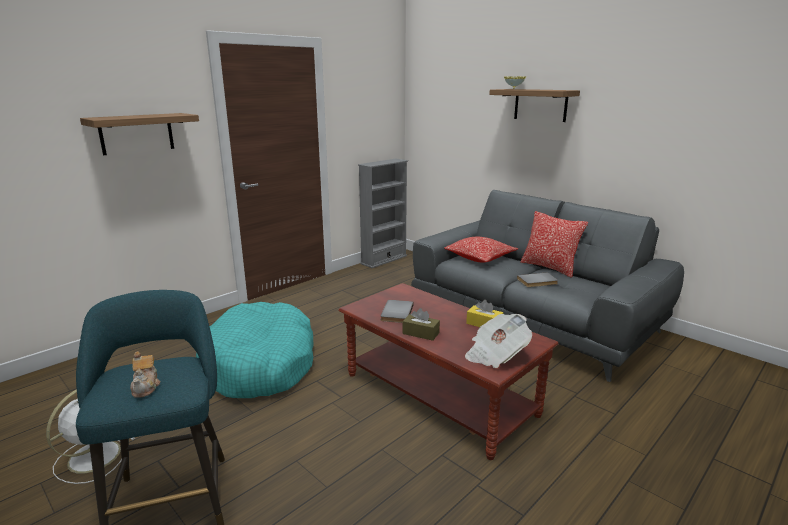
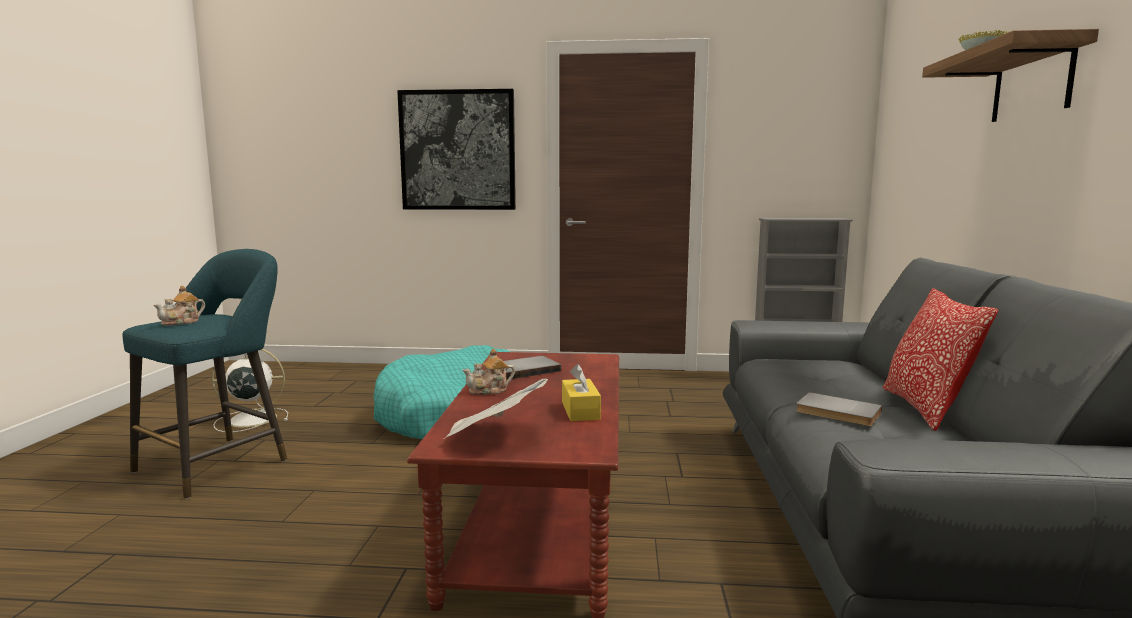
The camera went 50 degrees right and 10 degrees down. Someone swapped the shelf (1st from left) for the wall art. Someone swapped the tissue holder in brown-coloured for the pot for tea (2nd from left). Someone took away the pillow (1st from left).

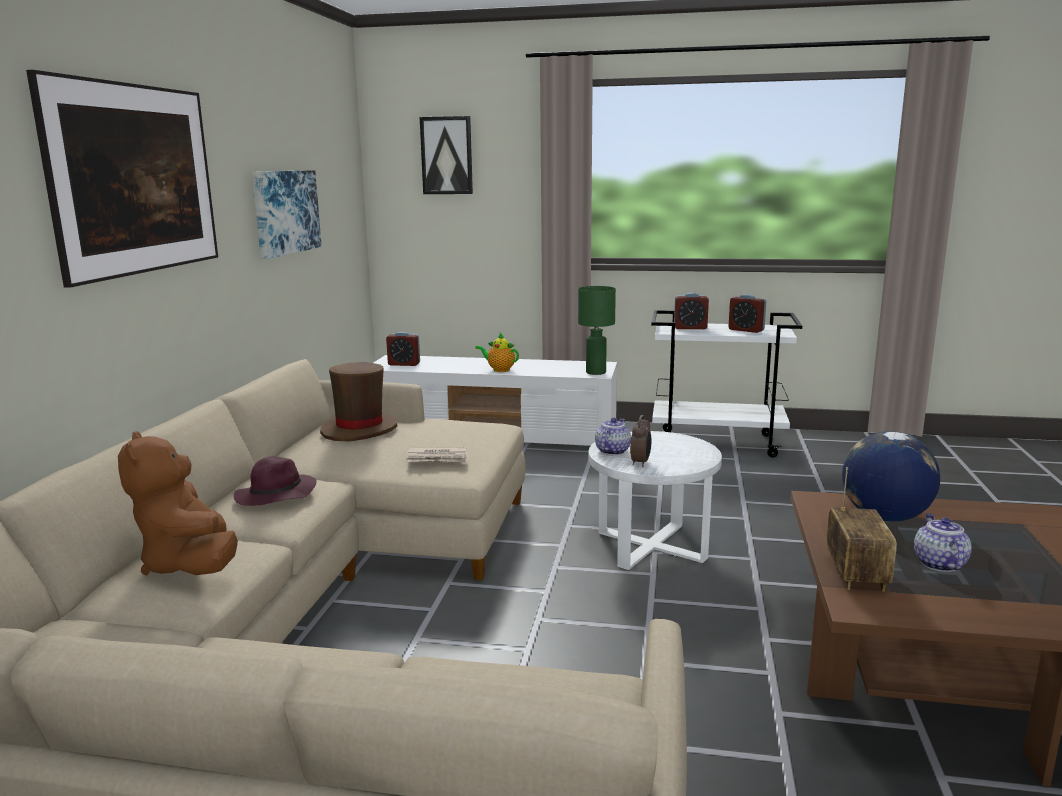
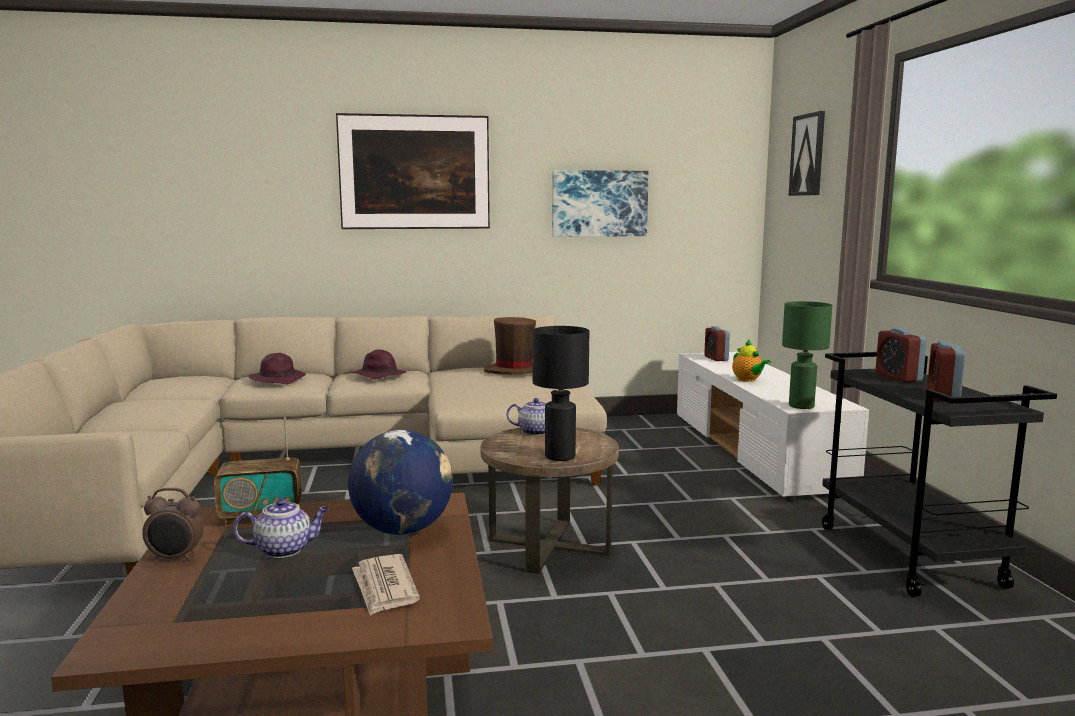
The camera went 70 degrees right and 5 degrees down. Someone carried the bedside clock (2nd from left in the first image). Someone swapped the plush toy in brown-coloured for the wearable hat in purplish (1st from left). Someone carried the newspaper. Someone repainted the side table in whitish, which became the side table in brown-coloured. Someone put down the table lamp in black-coloured. Someone rotated the pot for tea (1st from left in the first image) by 150 degrees clockwise. Someone repainted the cart in whitish, which became the cart in black-coloured.

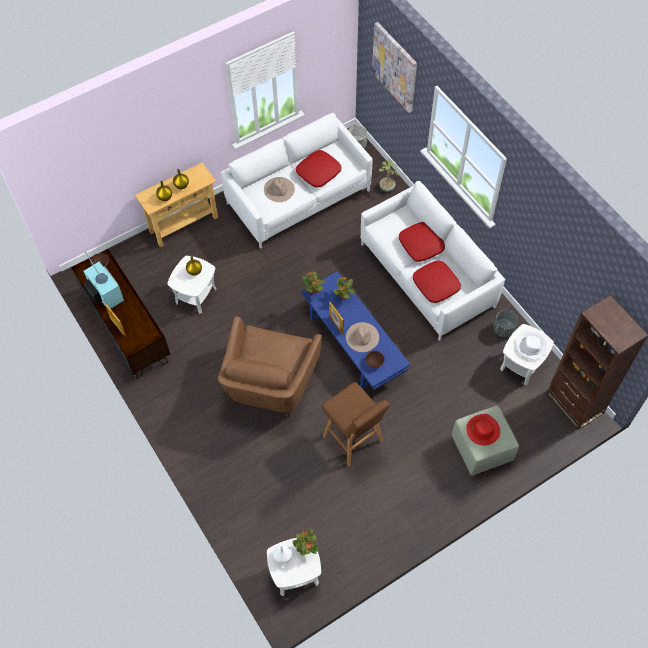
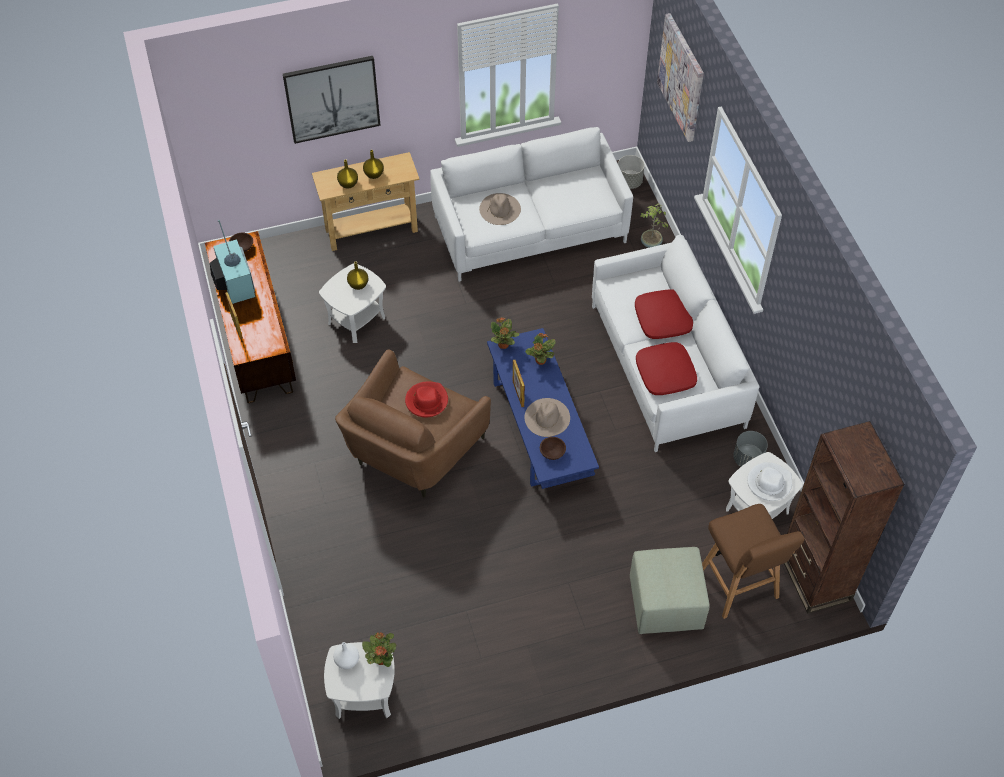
The camera went 15 degrees right and 5 degrees down. Someone put up the wall art (1st from left). Someone carried the wearable hat in red-coloured. Someone carried the sitting stool in brown-coloured. Someone took away the pillow in red-coloured (1st from left).

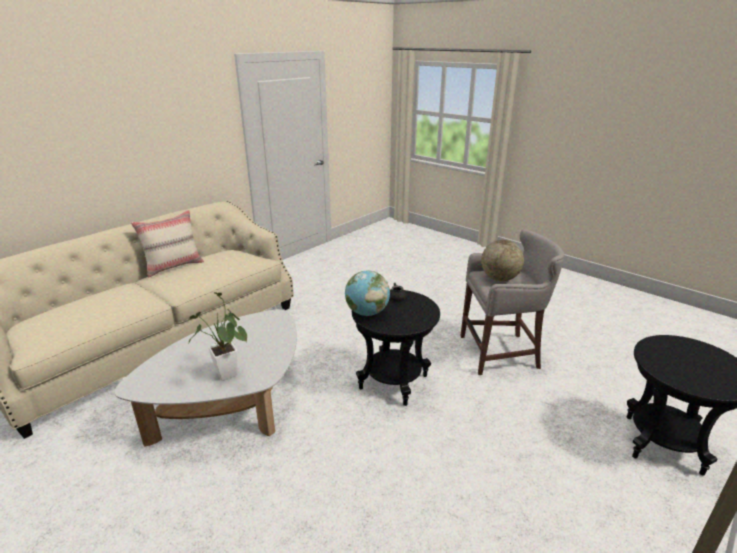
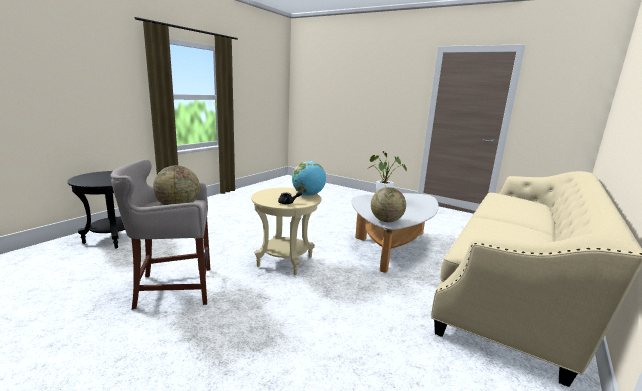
The camera went 170 degrees right and 10 degrees down. Someone repainted the side table in black-coloured (1st from left), which became the side table in sand-coloured. Someone put down the globe (3rd from left). Someone took away the pillow in sand-coloured.

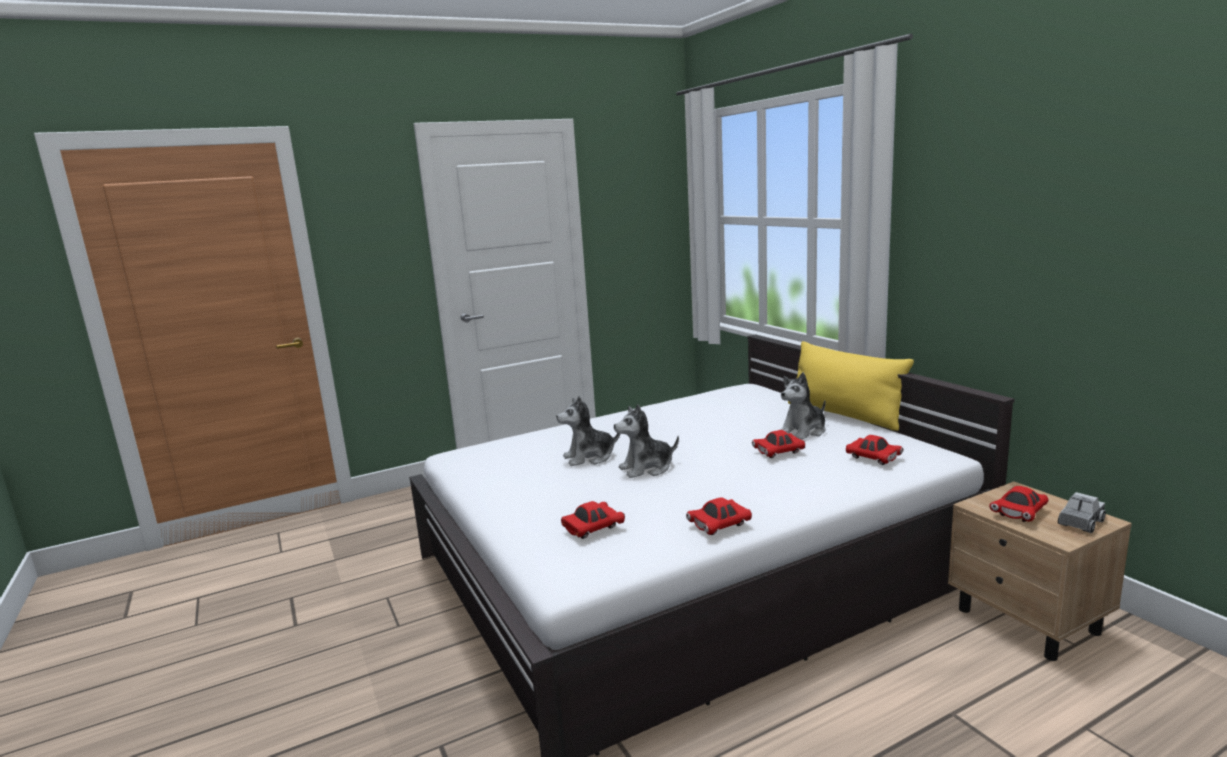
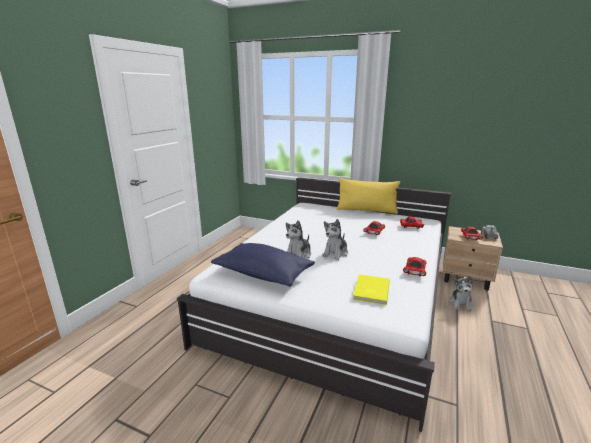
The camera went 40 degrees left and 5 degrees up. Someone put down the pillow in blue. Someone swapped the model car in red-coloured (1st from left) for the bound book in yellow. Someone carried the plush toy (3rd from left).

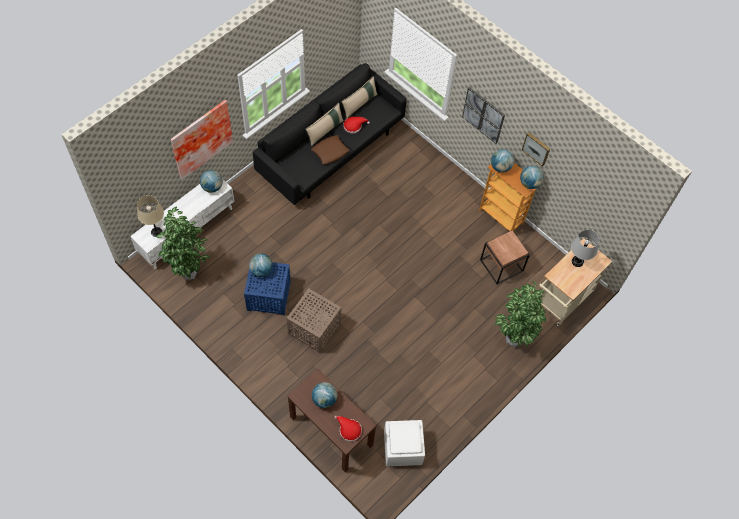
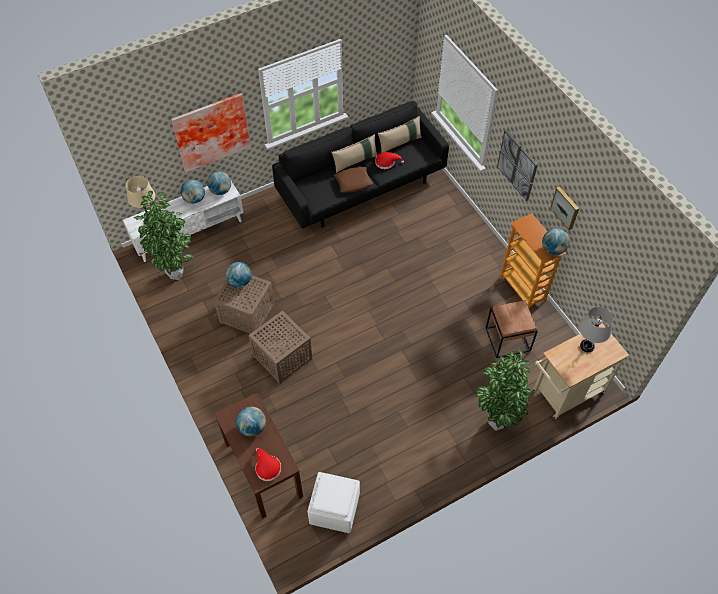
The camera went 20 degrees right and 5 degrees down. Someone carried the globe (4th from left in the first image). Someone repainted the side table in blue, which became the side table in brown-coloured (1st from left).

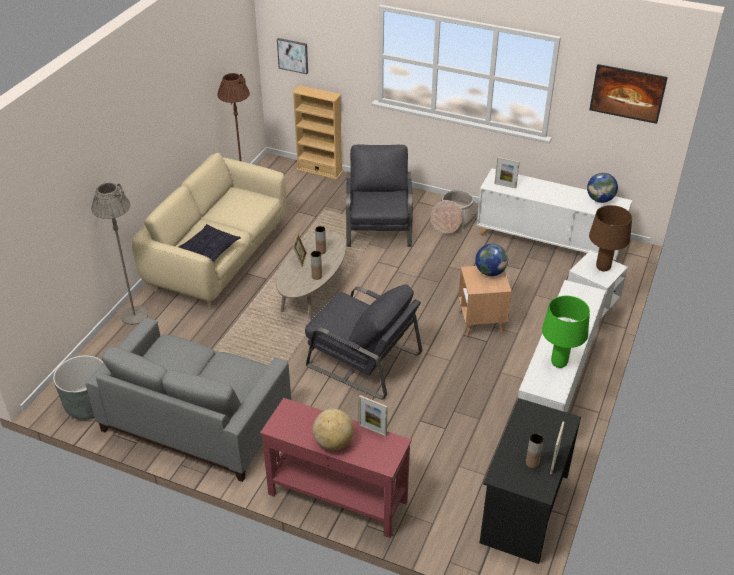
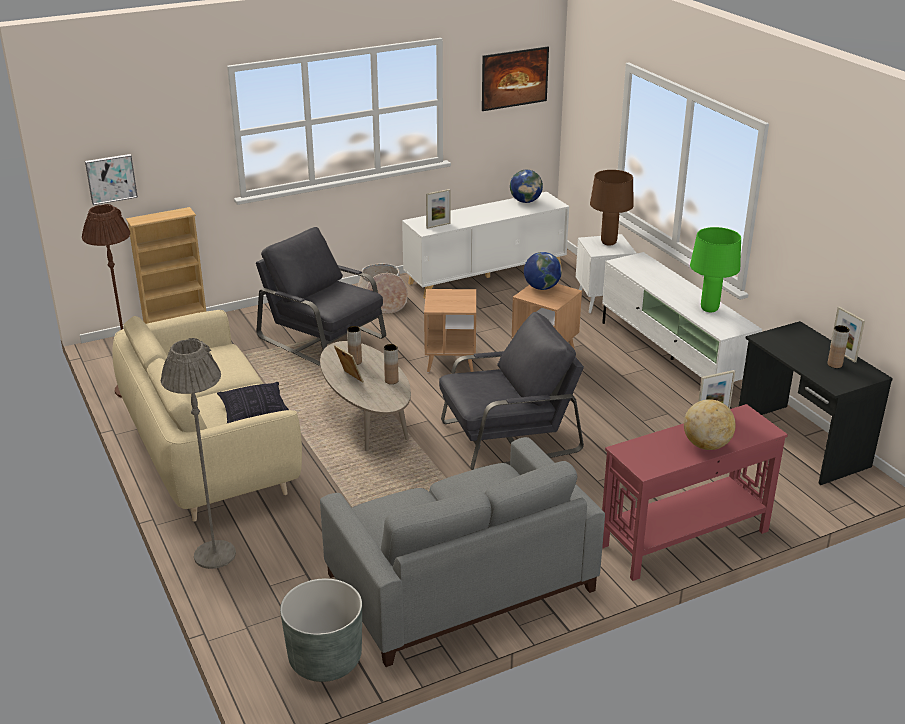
The camera went 50 degrees left and 10 degrees down. Someone put down the side table in brown-coloured (1st from left).

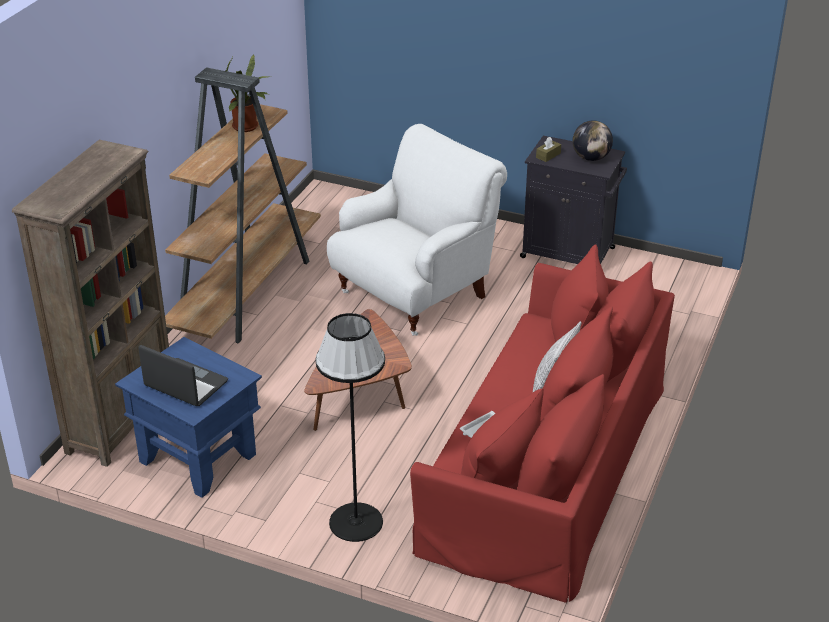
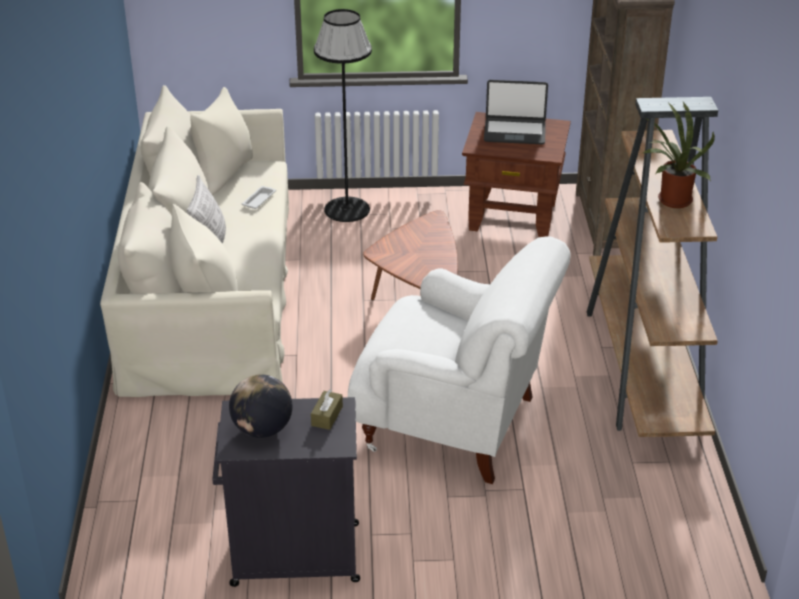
The camera went 155 degrees right and 0 degrees up. Someone repainted the settee in red-coloured, which became the settee in sand-coloured. Someone rotated the armchair in whitish by 90 degrees counterclockwise. Someone repainted the side table in blue, which became the side table in brown-coloured.

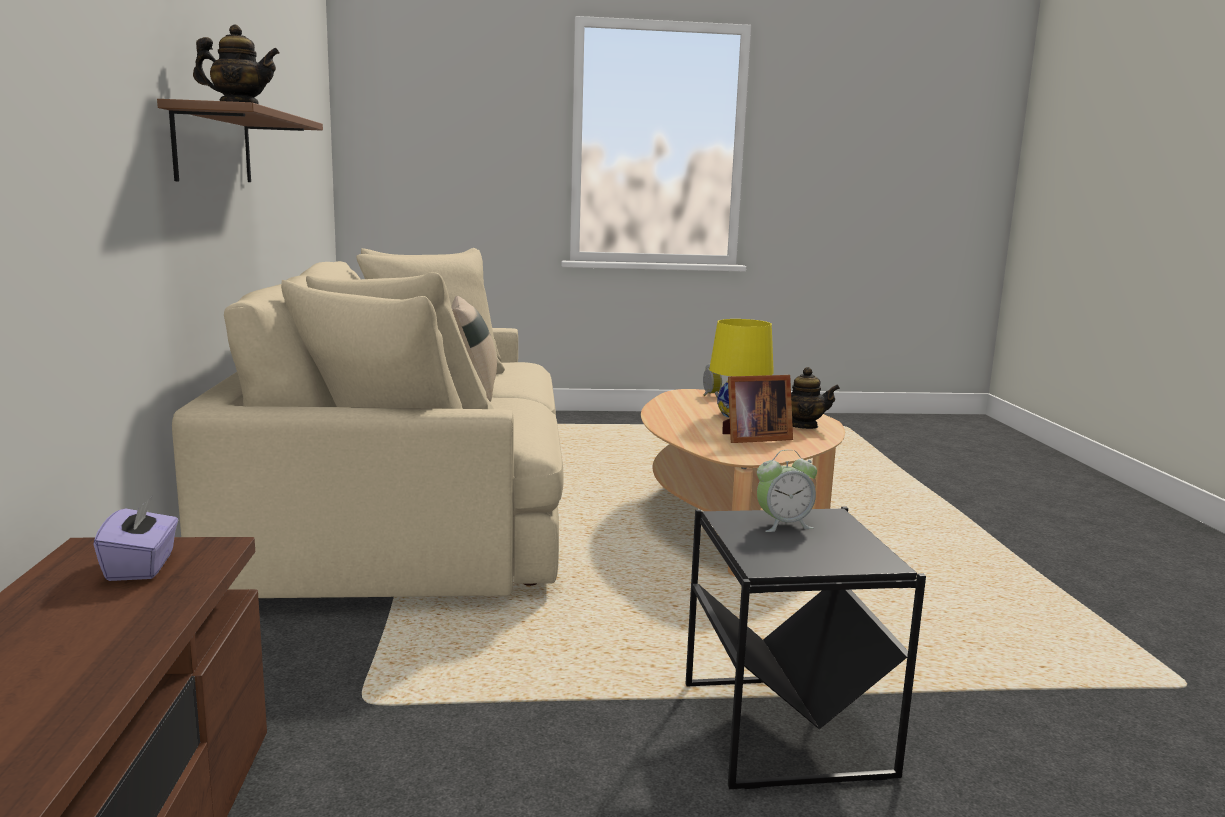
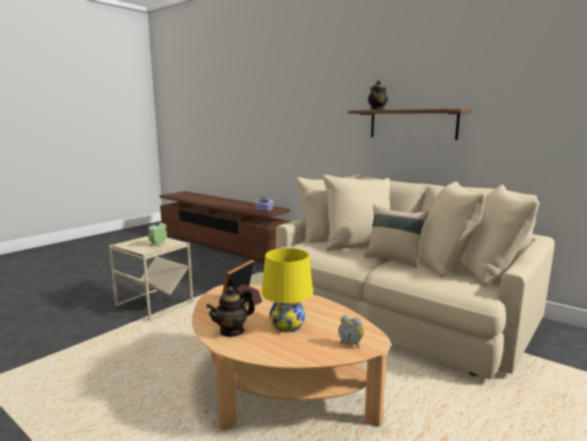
The camera went 135 degrees right and 0 degrees up. Someone repainted the side table in black-coloured, which became the side table in sand-coloured.

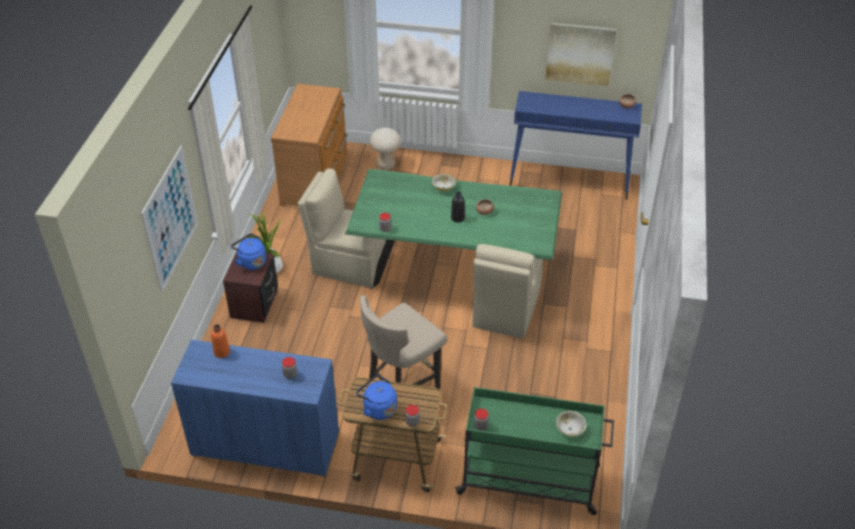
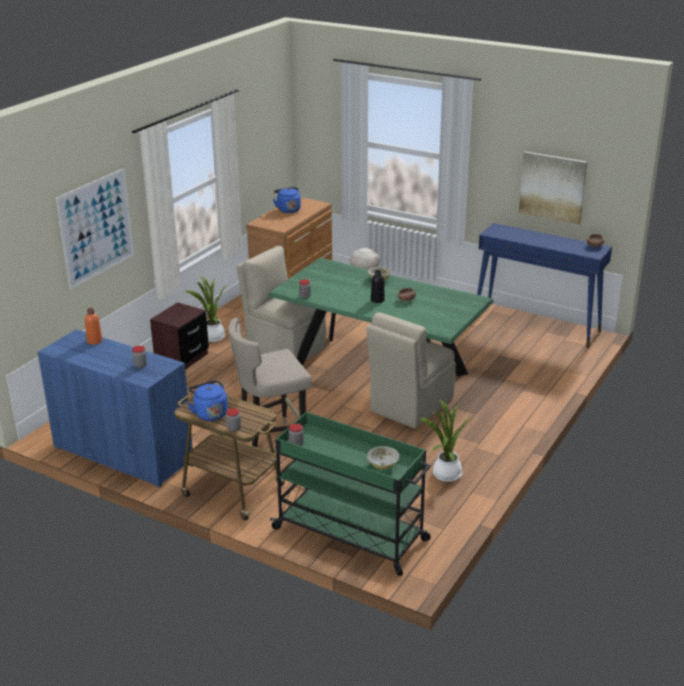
The camera went 20 degrees right and 15 degrees down. Someone carried the water kettle in blue (1st from left in the first image). Someone put down the houseplant (2nd from left).

